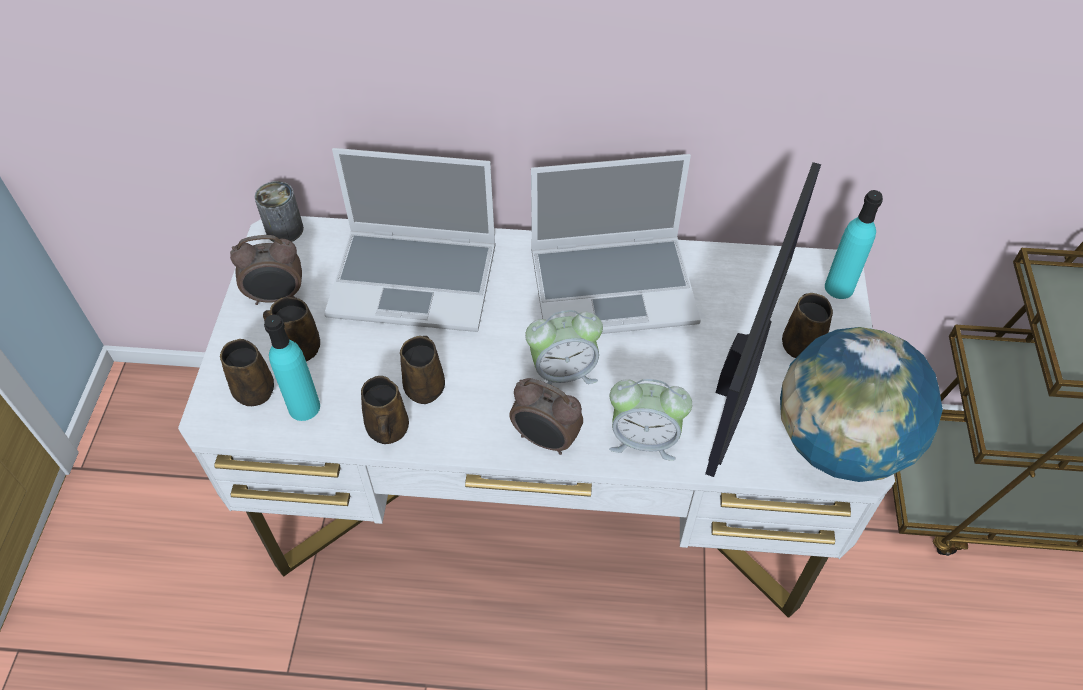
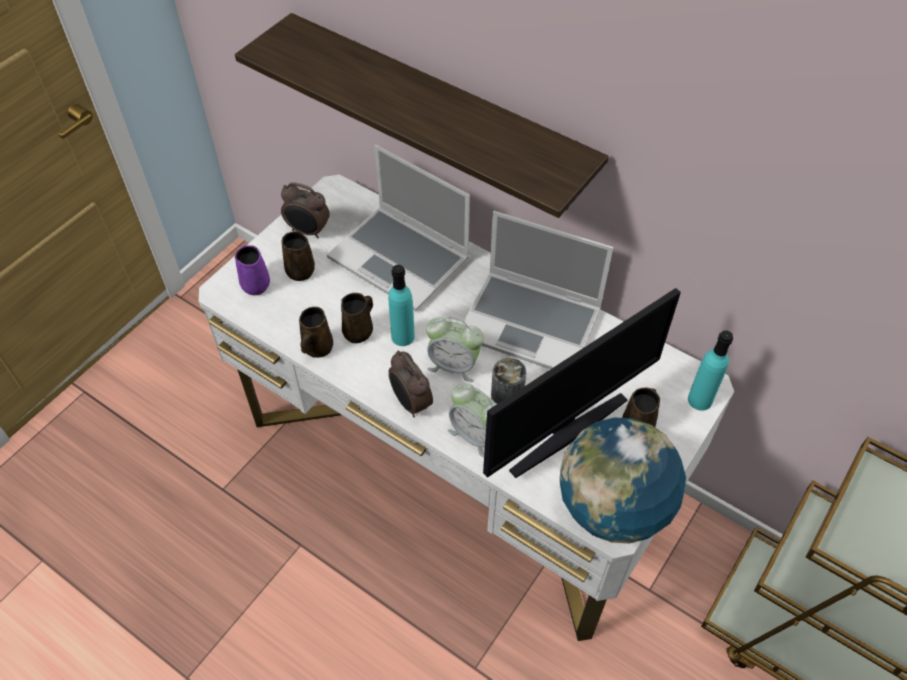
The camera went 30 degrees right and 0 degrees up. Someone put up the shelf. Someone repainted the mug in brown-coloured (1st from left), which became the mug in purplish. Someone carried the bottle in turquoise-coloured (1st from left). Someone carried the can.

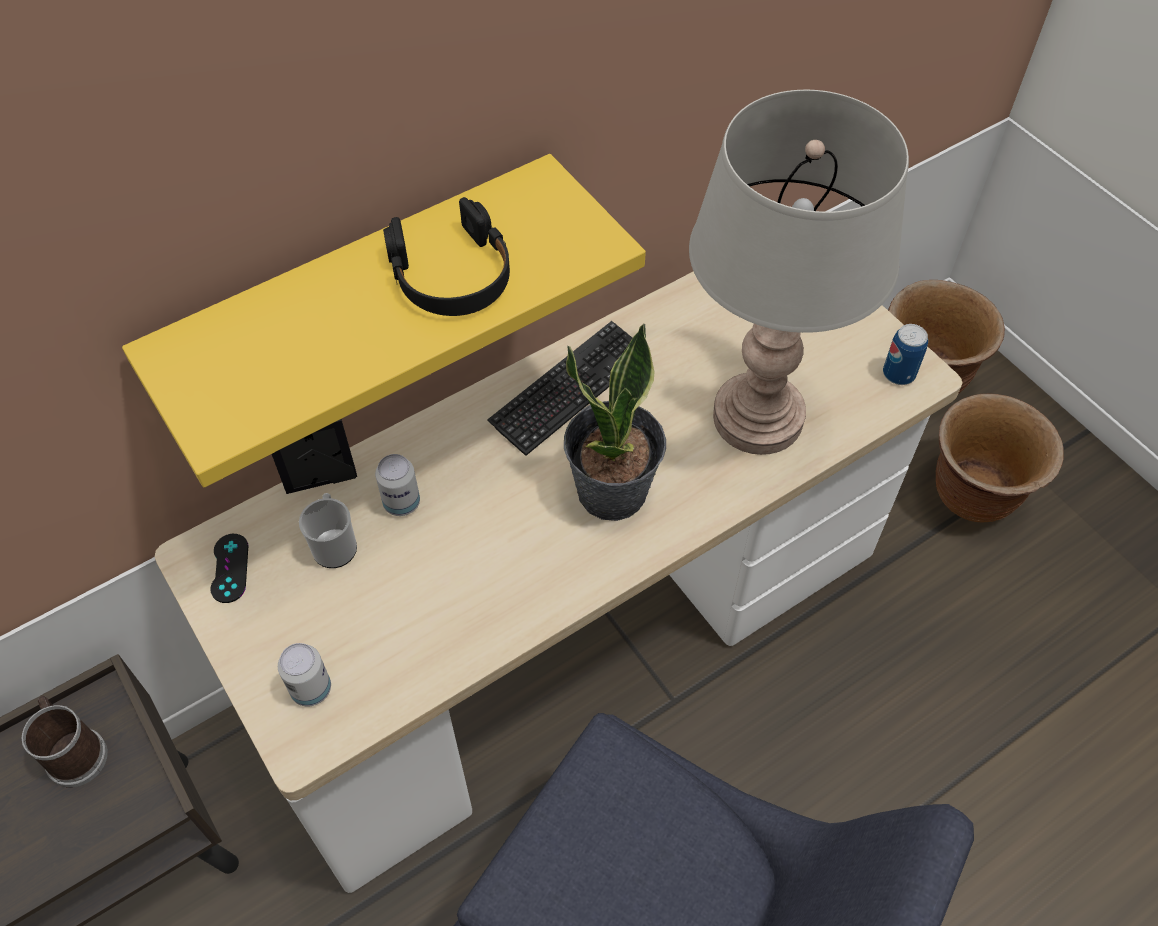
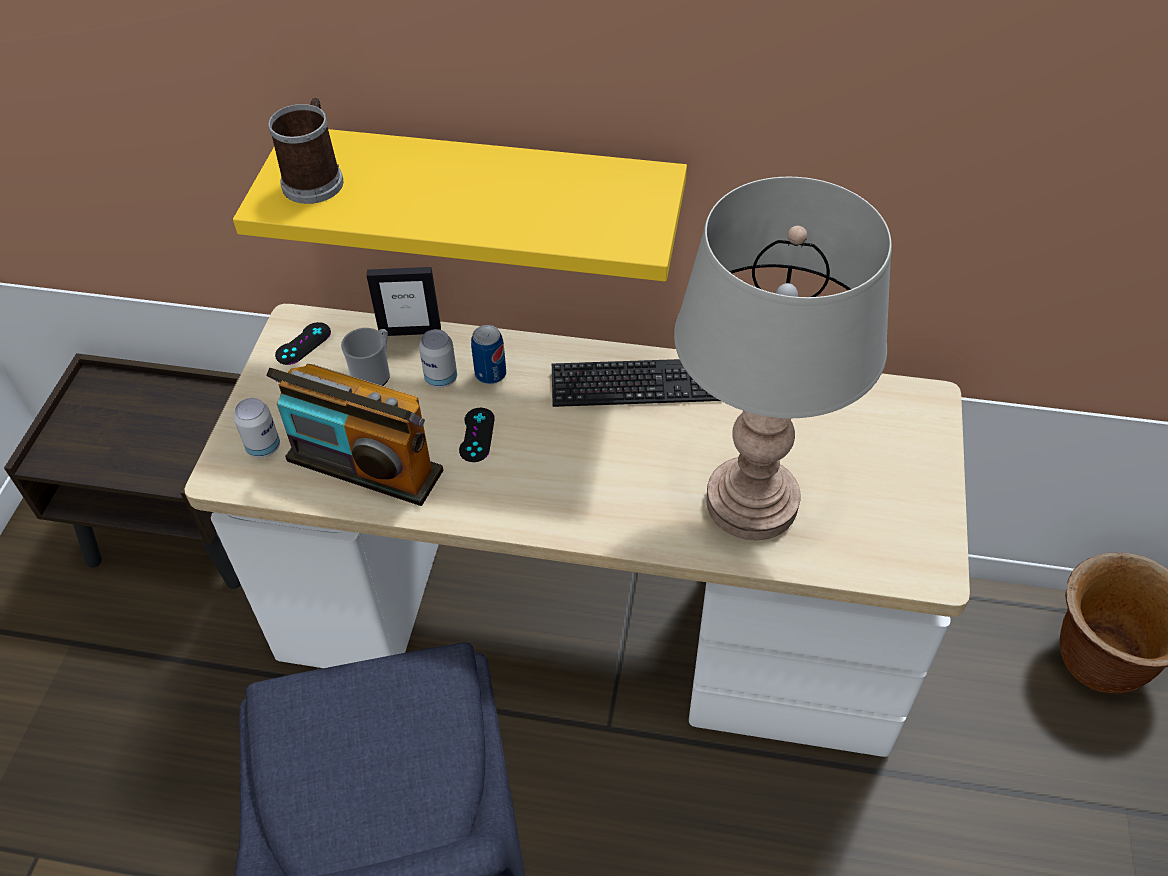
The camera went 45 degrees right and 5 degrees down. Someone put down the radio set. Someone carried the mug (1st from left). Someone rotated the photo frame by 150 degrees clockwise. Someone put down the game controller in black-coloured (2nd from left). Someone carried the can (3rd from left). Someone took away the pair of headphones in black-coloured. Someone took away the houseplant. Someone took away the planter in brown-coloured (2nd from left).

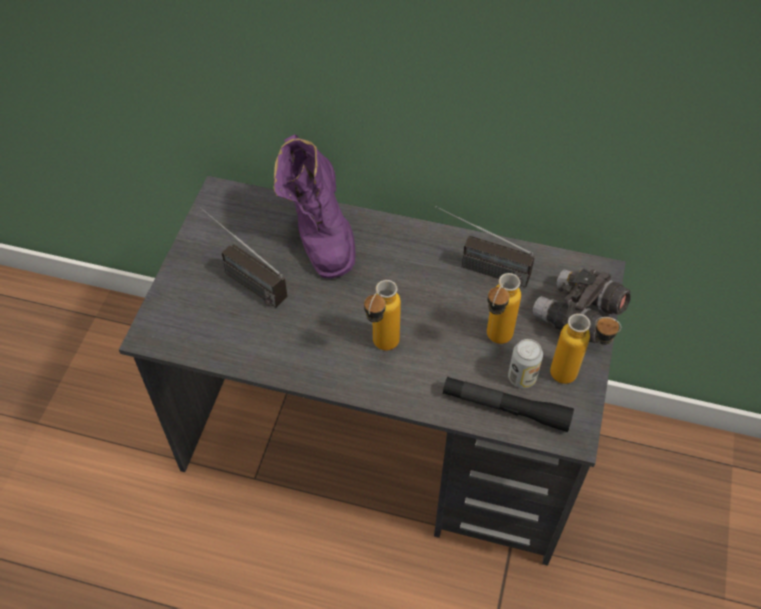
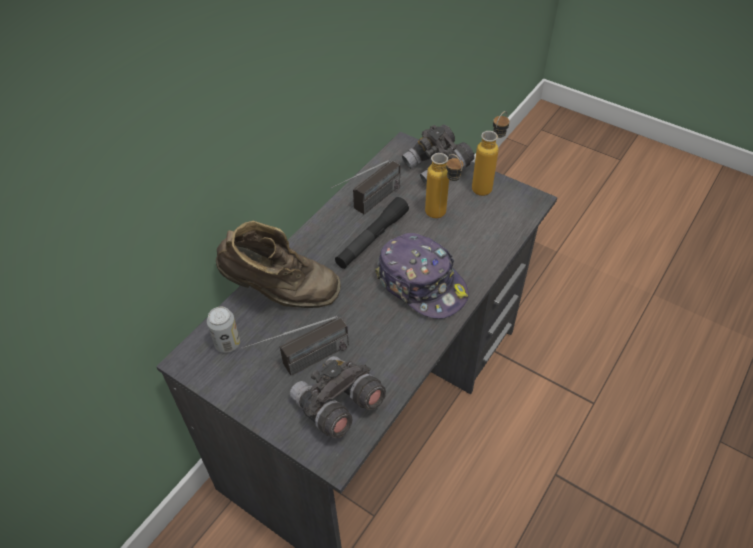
The camera went 70 degrees left and 5 degrees down. Someone carried the can. Someone repainted the tall boot in purplish, which became the tall boot in brown-coloured. Someone put down the field glasses in gray (1st from left). Someone carried the flashlight in black-coloured. Someone swapped the bottle (1st from left) for the baseball cap.

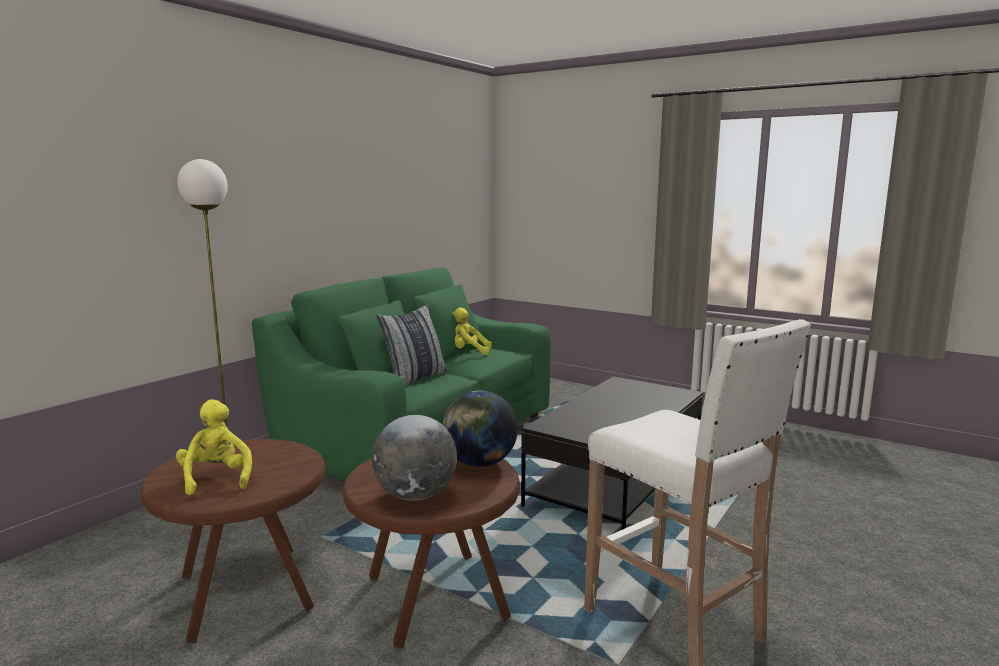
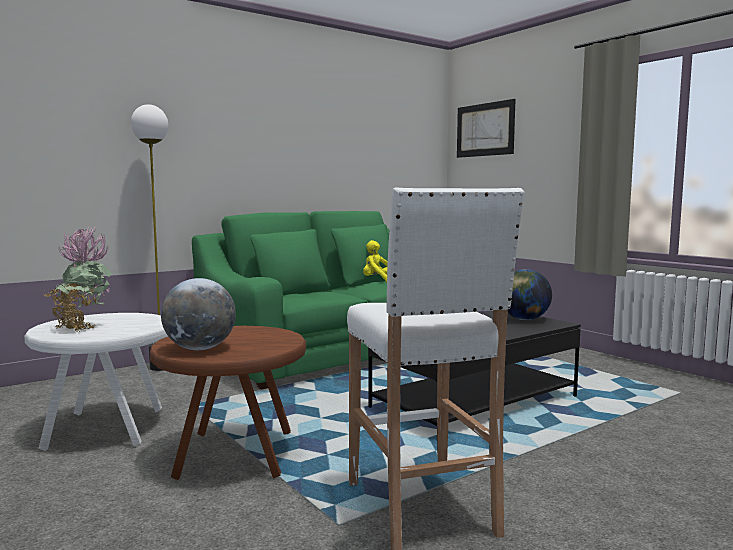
The camera went 20 degrees right and 5 degrees down. Someone repainted the side table in brown-coloured (1st from left), which became the side table in whitish. Someone swapped the plush toy in yellow (1st from left) for the houseplant. Someone put up the wall art. Someone carried the globe (2nd from left). Someone took away the pillow.

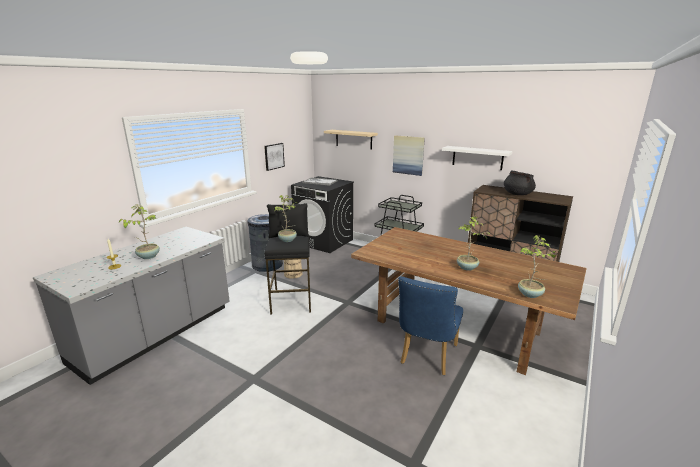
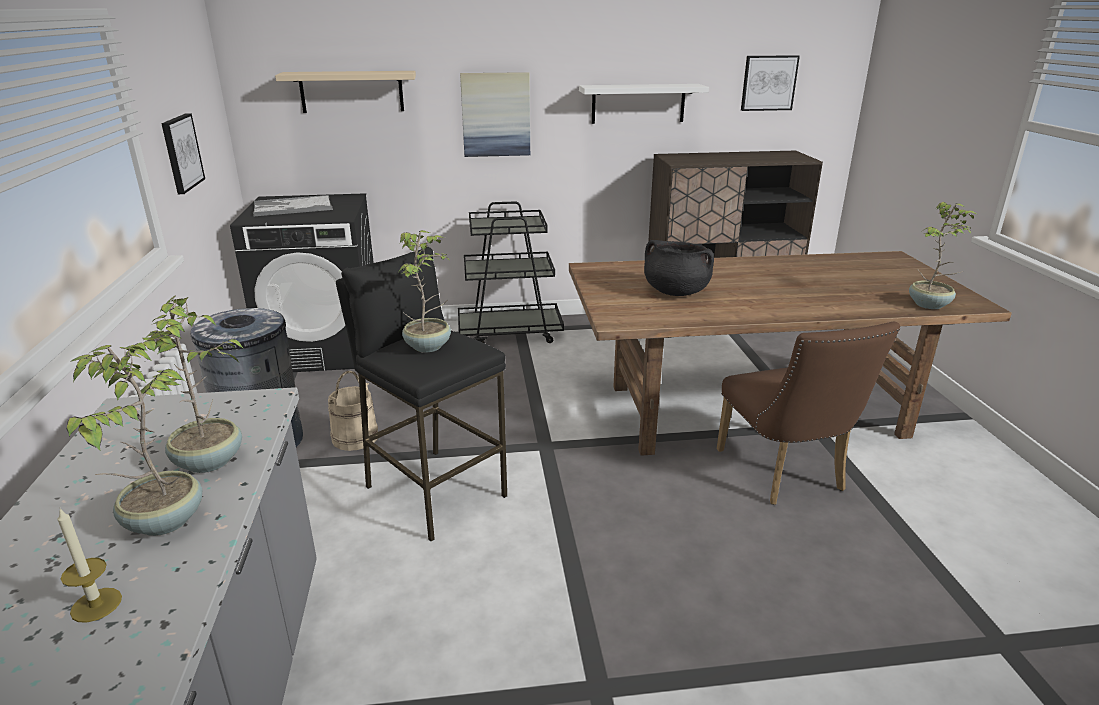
The camera went 40 degrees left and 5 degrees up. Someone carried the houseplant (3rd from left in the first image). Someone carried the stockpot in black-coloured. Someone repainted the upright chair in blue, which became the upright chair in brown-coloured. Someone put up the wall art (3rd from left).

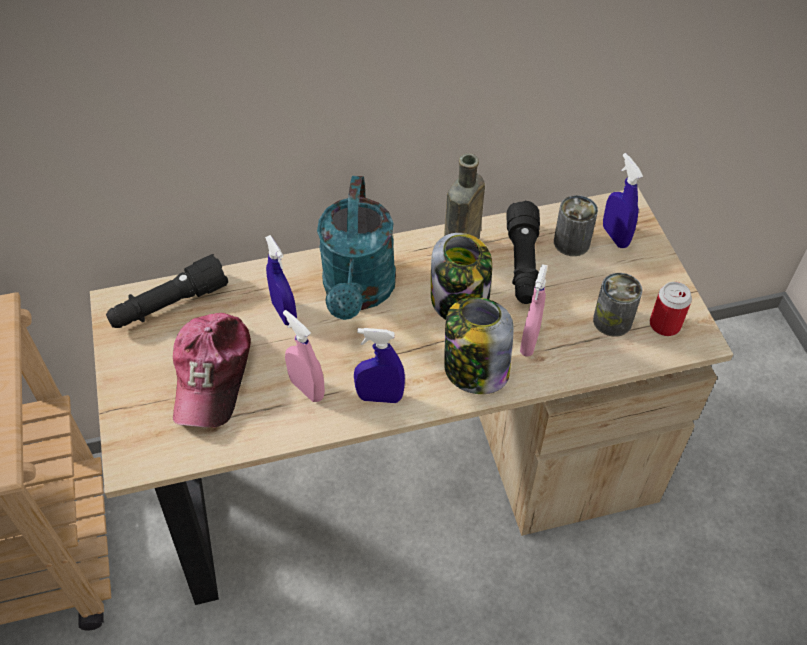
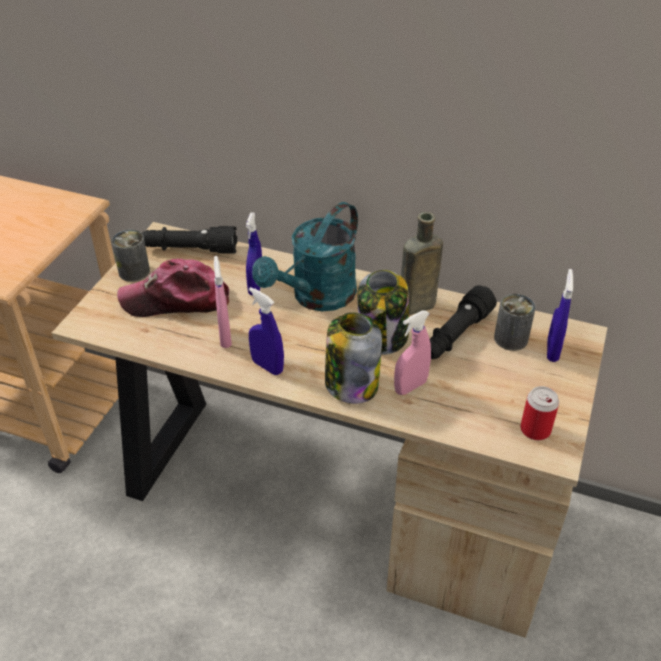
The camera went 35 degrees right and 10 degrees down. Someone carried the can (2nd from left in the first image). Someone rotated the baseball cap by 45 degrees clockwise.

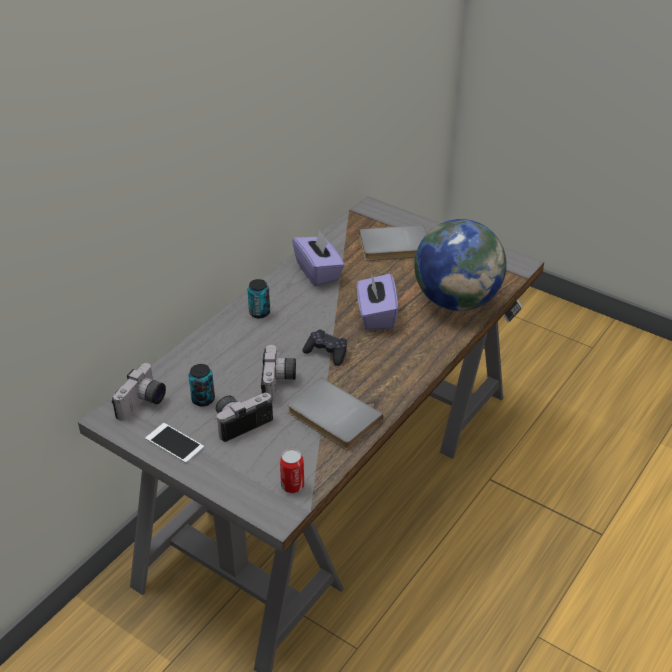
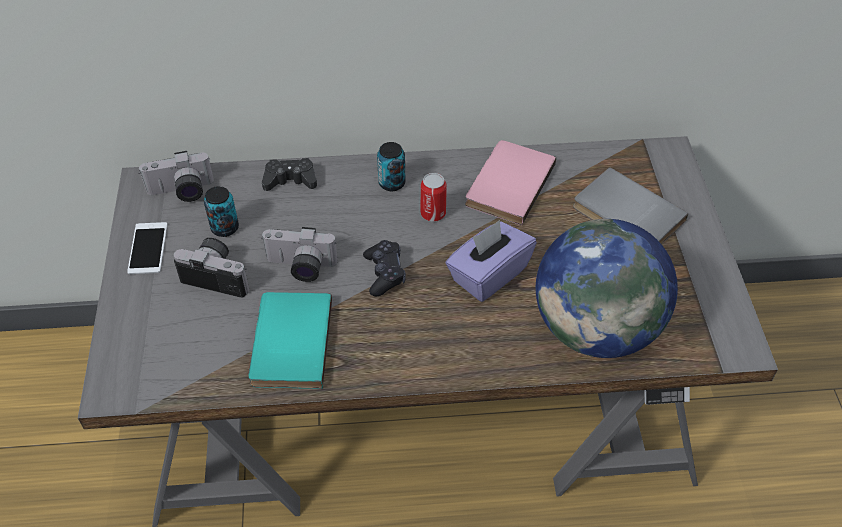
The camera went 50 degrees right and 10 degrees up. Someone repainted the bound book in gray (1st from left), which became the bound book in turquoise-coloured. Someone put down the game controller in black-coloured (1st from left). Someone rotated the still camera (3rd from left) by 45 degrees clockwise. Someone carried the can (3rd from left). Someone swapped the tissue holder in purplish (1st from left) for the bound book in pink-coloured.

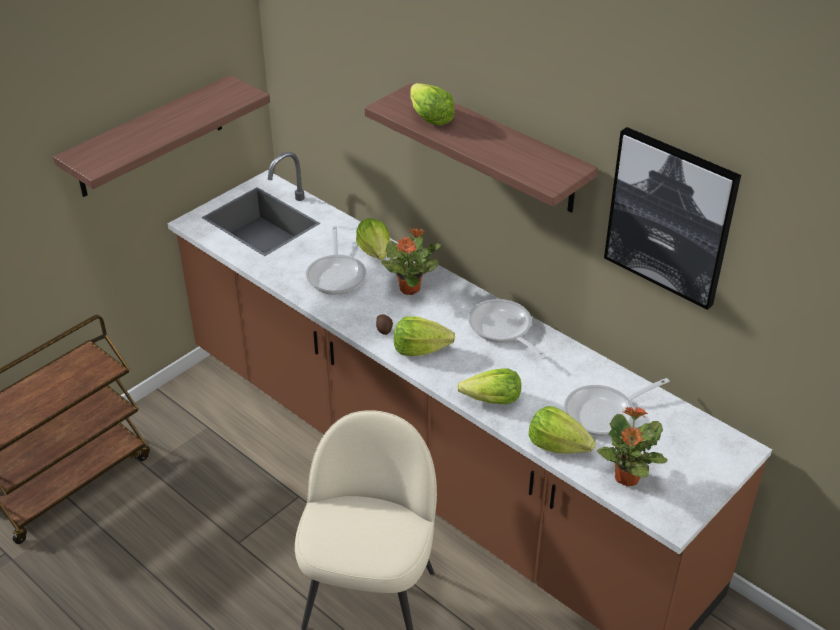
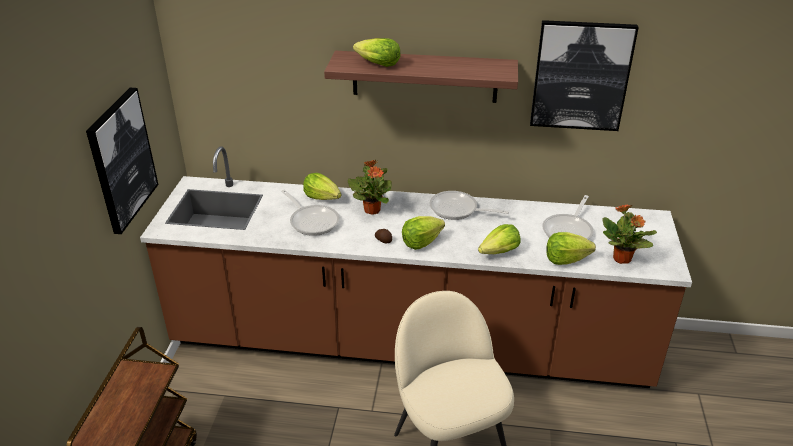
The camera went 35 degrees left and 5 degrees down. Someone swapped the shelf (1st from left) for the wall art (1st from left).

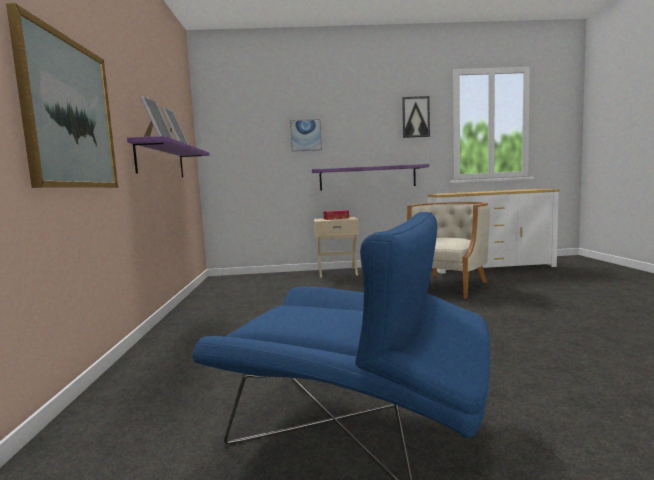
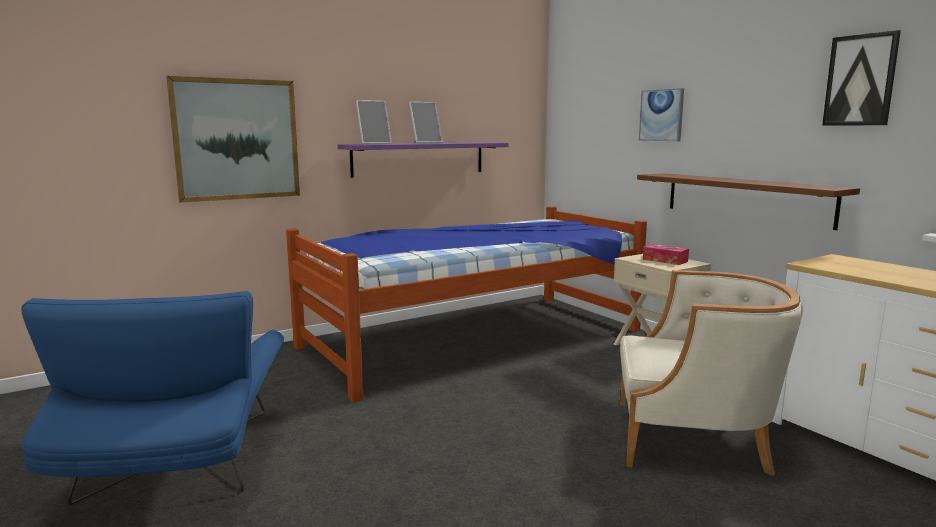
The camera went 60 degrees right and 5 degrees up. Someone put down the sleeping bed. Someone repainted the shelf in purplish (2nd from left), which became the shelf in brown-coloured.

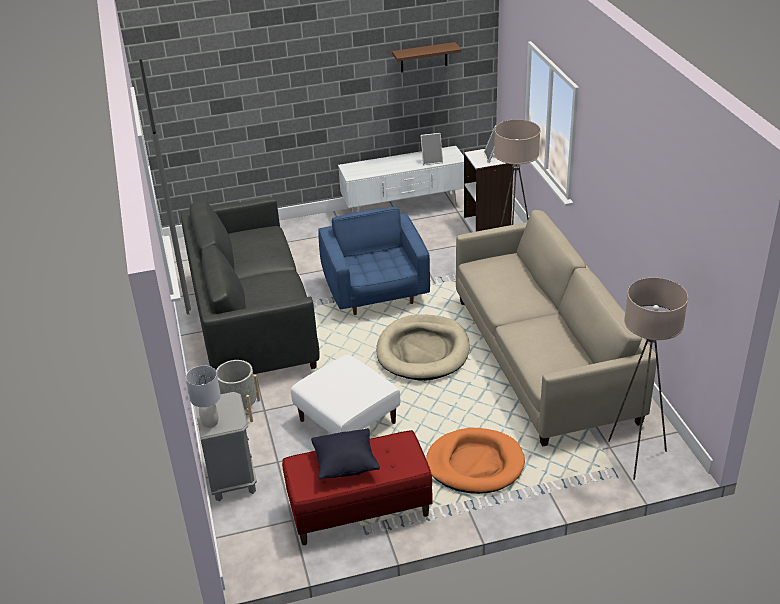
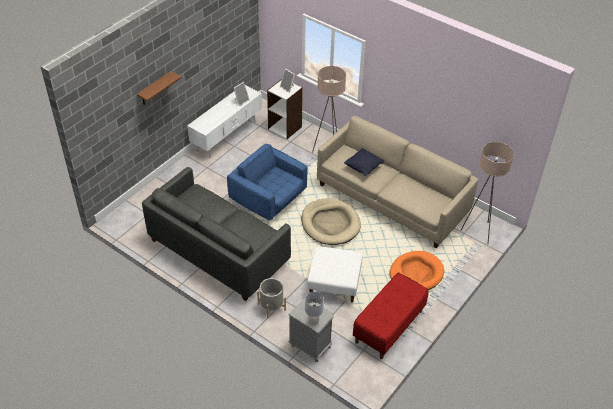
The camera went 40 degrees left and 10 degrees up. Someone carried the shelf in brown-coloured. Someone carried the pillow in black-coloured.

